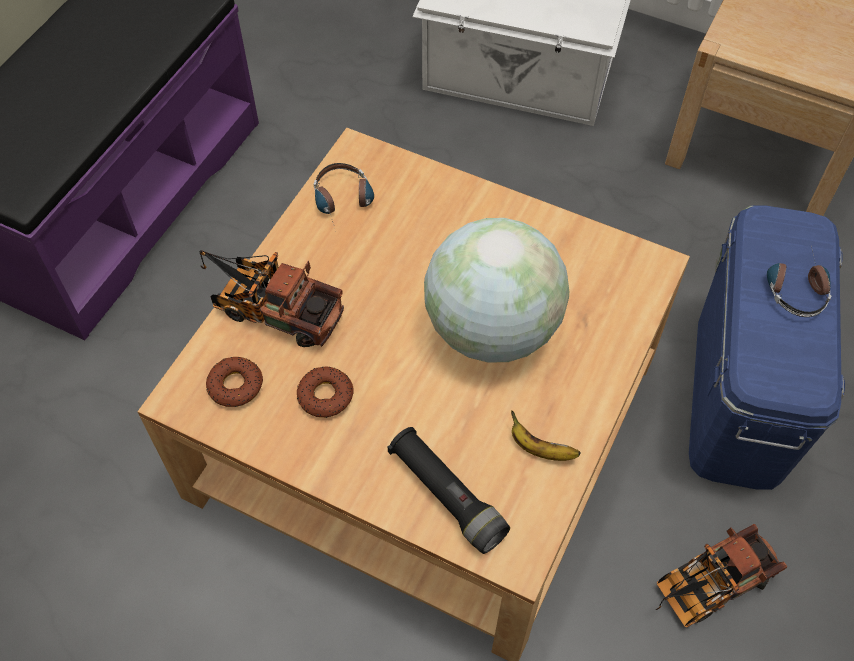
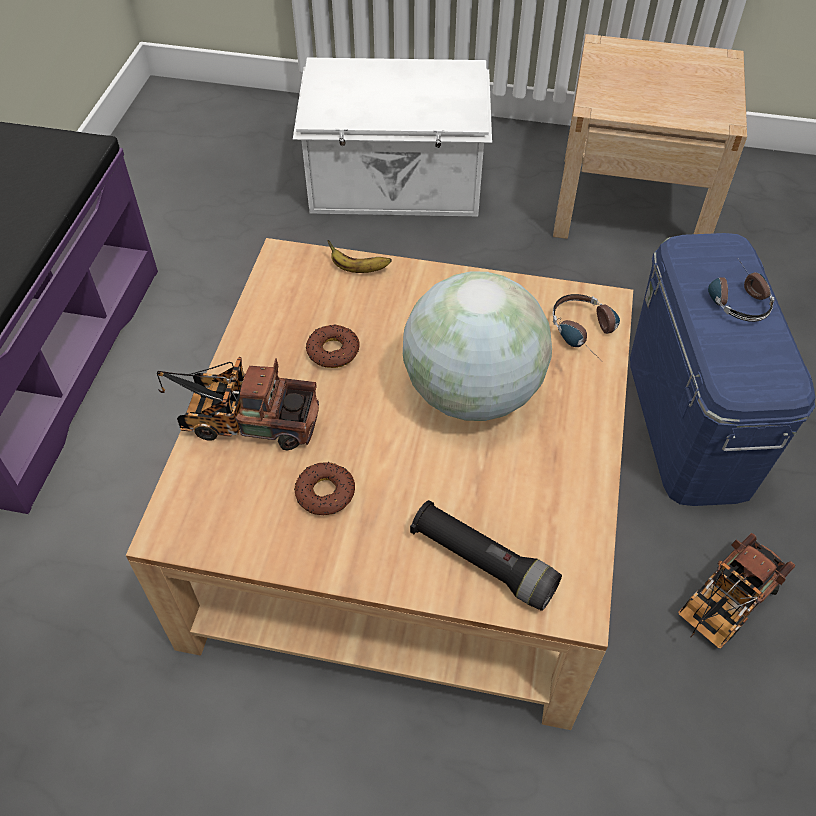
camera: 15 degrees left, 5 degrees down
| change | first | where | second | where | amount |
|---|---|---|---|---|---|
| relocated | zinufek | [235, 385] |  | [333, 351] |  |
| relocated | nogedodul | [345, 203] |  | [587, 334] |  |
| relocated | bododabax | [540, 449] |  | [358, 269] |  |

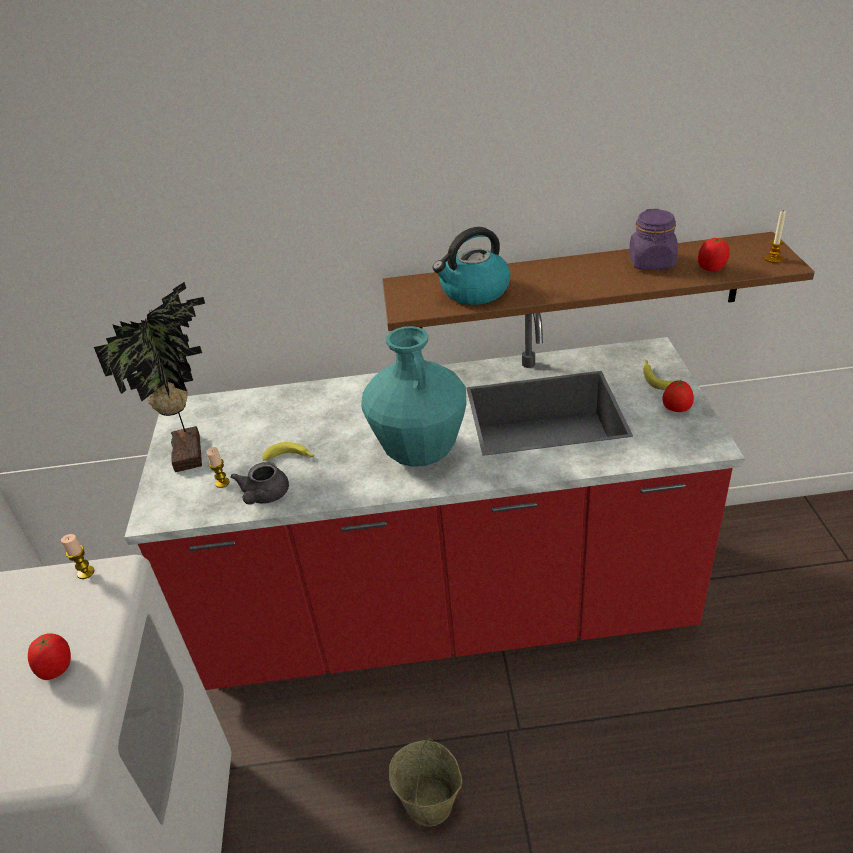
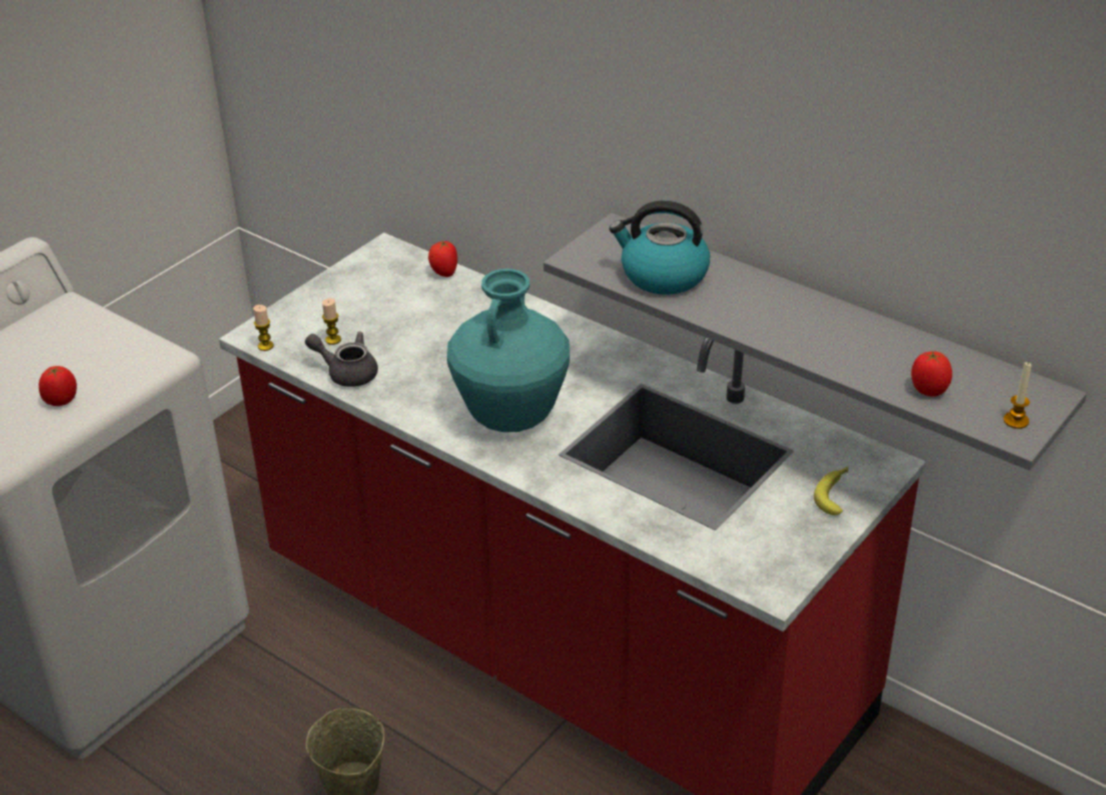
camera: 40 degrees right, 0 degrees up
| change | first | where | second | where | amount |
|---|---|---|---|---|---|
| relocated | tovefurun | [85, 572] |  | [265, 346] |  |
| missing | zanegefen | [191, 452] |  |  |  |
| spun | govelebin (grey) | [264, 496] |  | [347, 372] | 60 degrees clockwise |
| missing | bododabax | [291, 458] |  |  |  |
| colour | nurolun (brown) | [577, 288] | nurolun (grey) | [825, 336] |  |
| missing | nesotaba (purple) | [652, 262] |  |  |  |
| relocated | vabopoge | [676, 410] |  | [444, 273] |  |

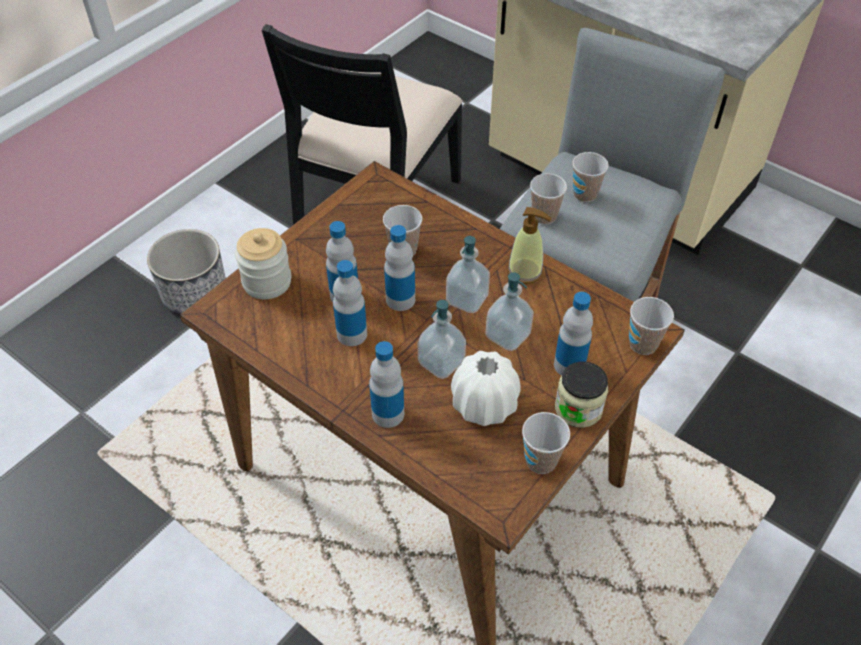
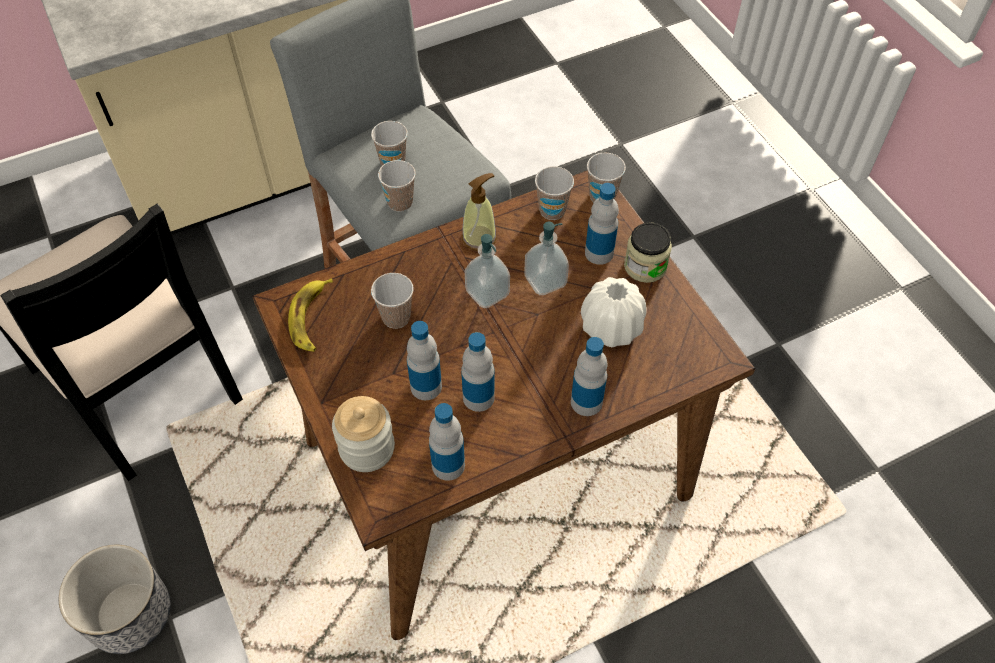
camera: 65 degrees left, 5 degrees up
| change | first | where | second | where | amount |
|---|---|---|---|---|---|
| relocated | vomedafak | [400, 299] |  | [448, 465] |  |
| missing | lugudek | [441, 362] |  |  |  |
| relocated | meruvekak | [541, 460] |  | [552, 210] |  |
| appeared |  |  | bododabax | [311, 318] |  |

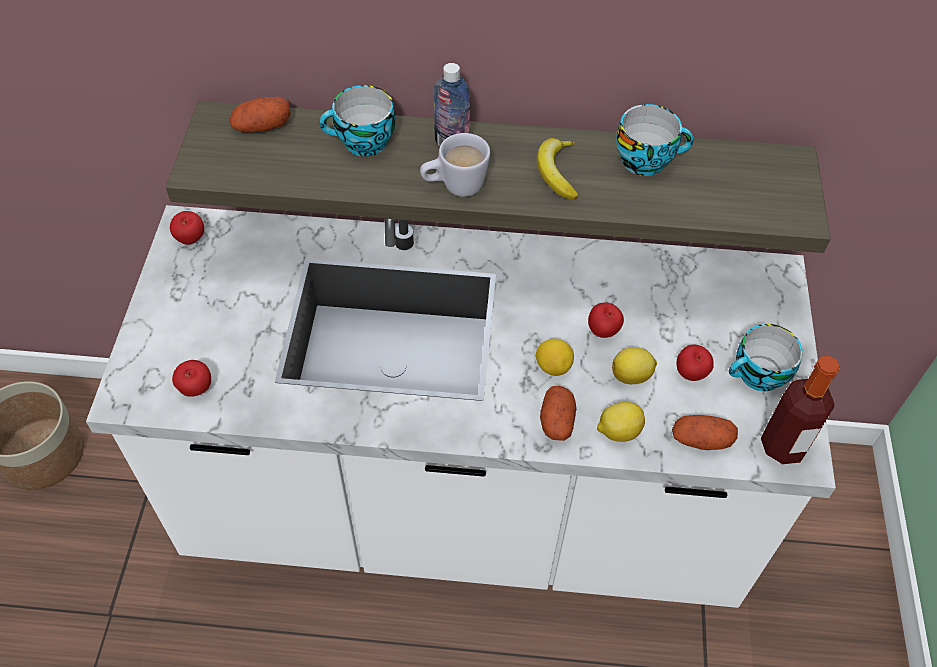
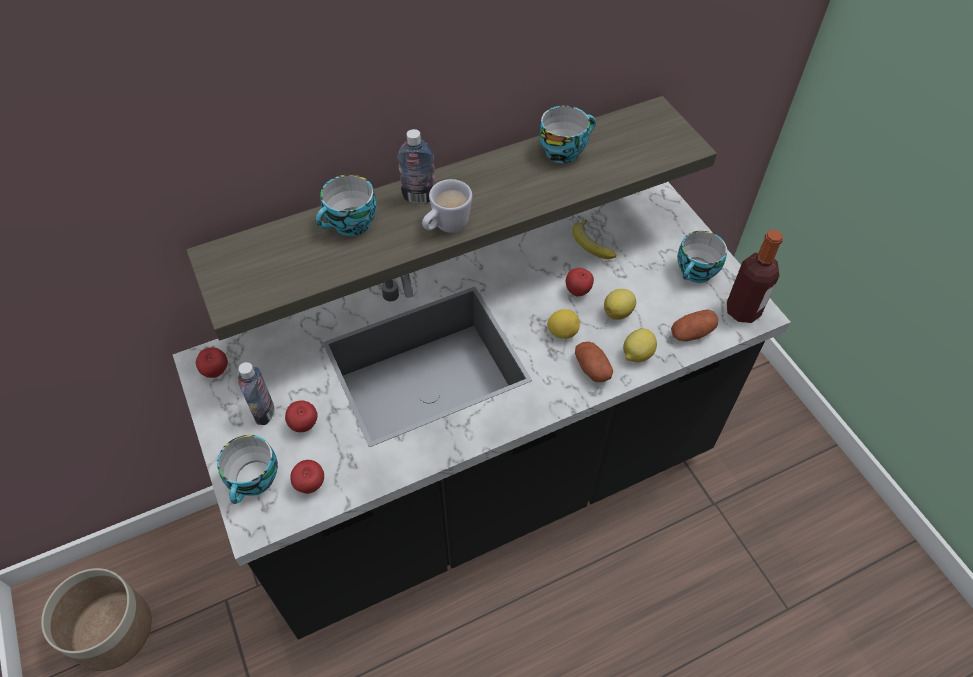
camera: 30 degrees left, 0 degrees up
| change | first | where | second | where | amount |
|---|---|---|---|---|---|
| colour | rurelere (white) | [464, 509] | rurelere (black) | [485, 484] |  |
| missing | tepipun | [262, 127] |  |  |  |
| relocated | bododabax | [557, 172] |  | [590, 245] |  |
| relocated | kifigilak | [690, 374] |  | [304, 425] |  |
| appeared |  |  | meruvekak | [255, 481] |  |
| appeared |  |  | vomedafak | [264, 412] |  |

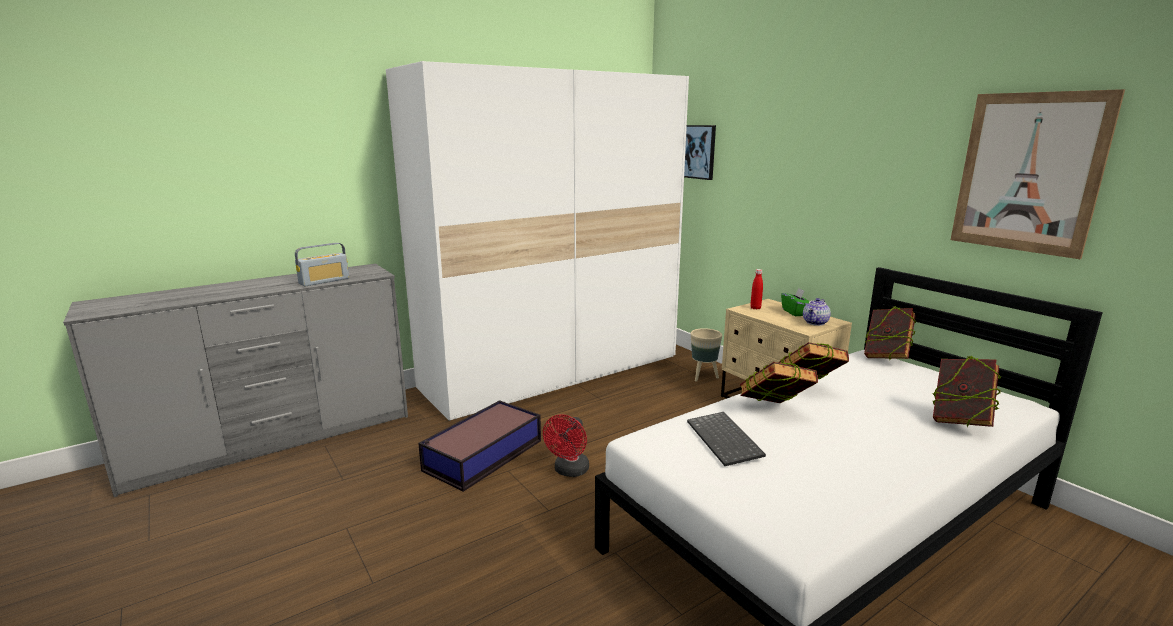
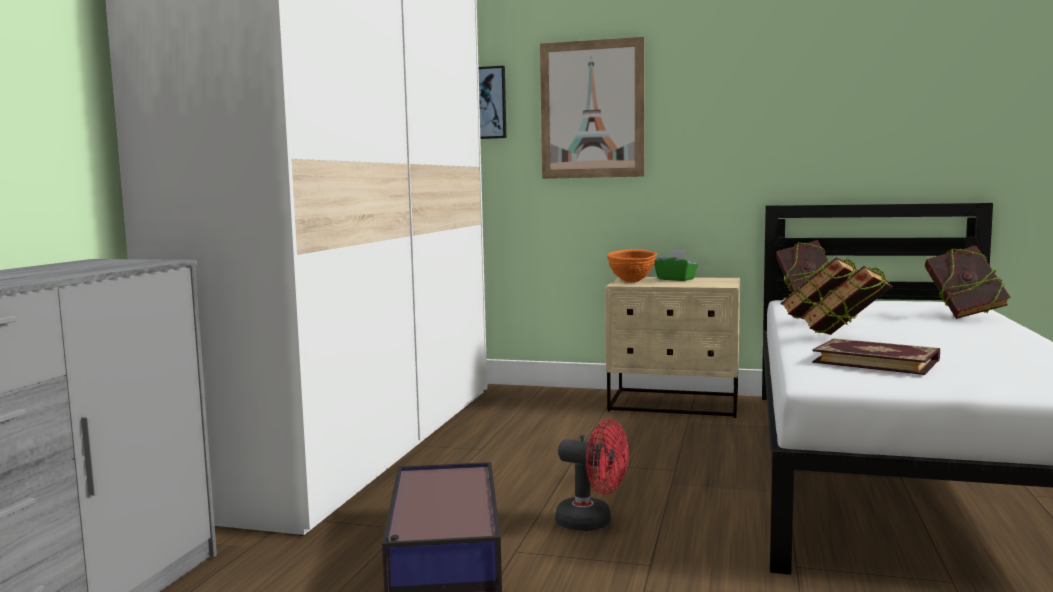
camera: 40 degrees left, 10 degrees down
| change | first | where | second | where | amount |
|---|---|---|---|---|---|
| missing | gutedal | [324, 281] |  |  |  |
| spun | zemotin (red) | [569, 471] |  | [592, 522] | 45 degrees counterclockwise |
| exchanged | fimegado | [726, 440] | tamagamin | [876, 361] |  |
| missing | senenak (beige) | [703, 377] |  |  |  |
| exchanged | vomedafak (red) | [755, 308] | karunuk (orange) | [631, 282] |  |
| missing | govelebin | [815, 323] |  |  |  |
| relocated | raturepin | [1028, 173] |  | [592, 109] |  |

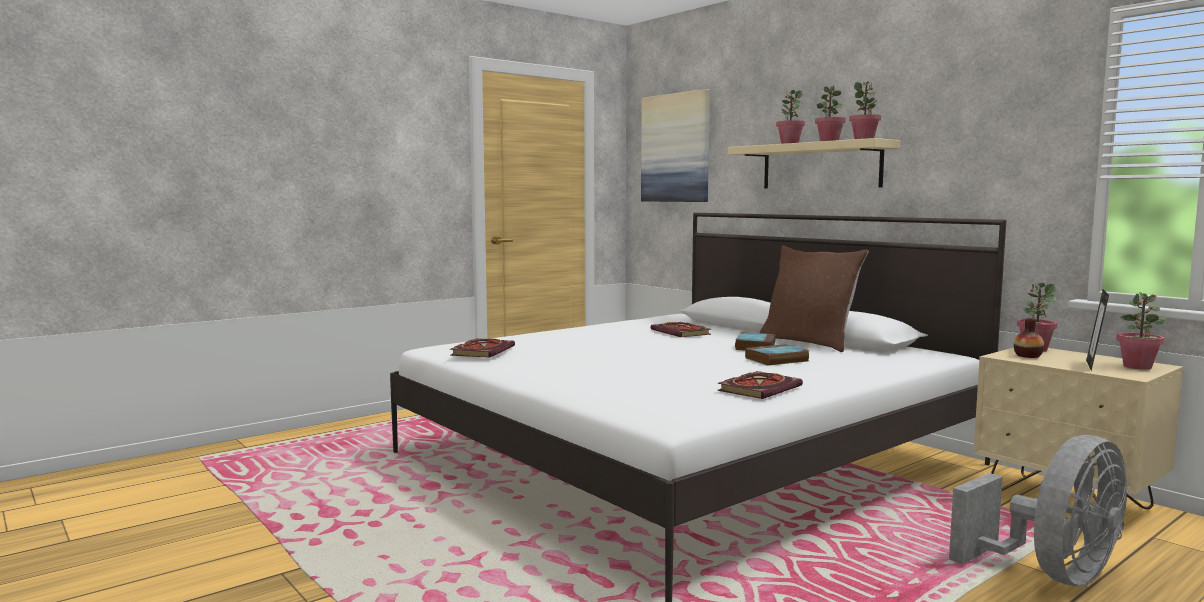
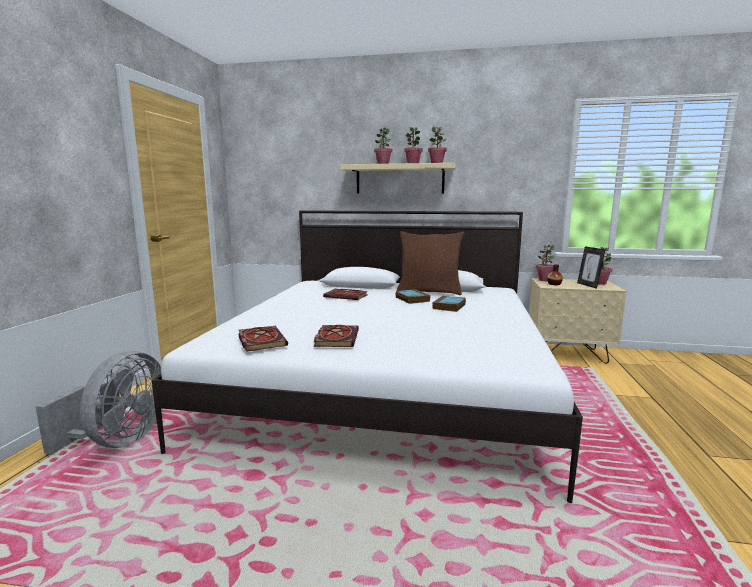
camera: 40 degrees left, 5 degrees up
| change | first | where | second | where | amount |
|---|---|---|---|---|---|
| missing | raturepin | [676, 148] |  |  |  |
| relocated | tamagamin | [759, 388] |  | [336, 338] |  |
| relocated | zemotin (grey) | [1052, 575] |  | [119, 441] |  |

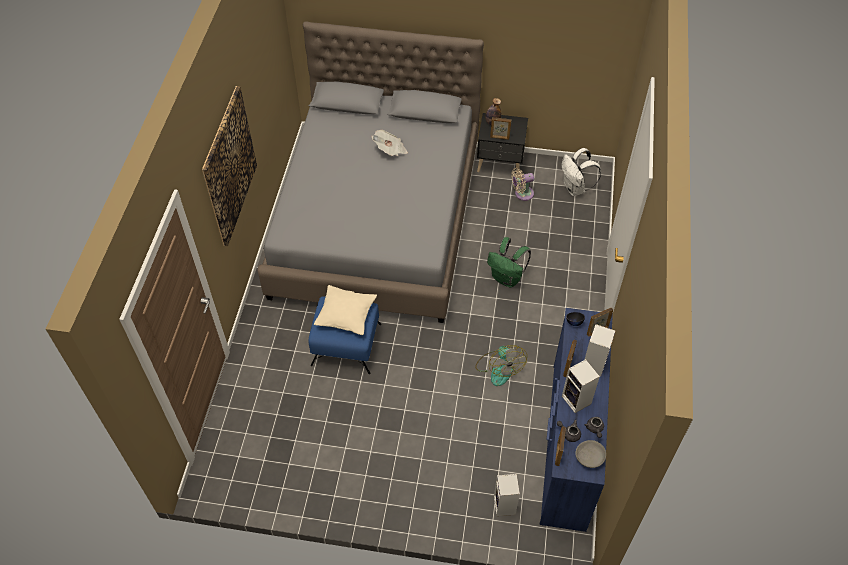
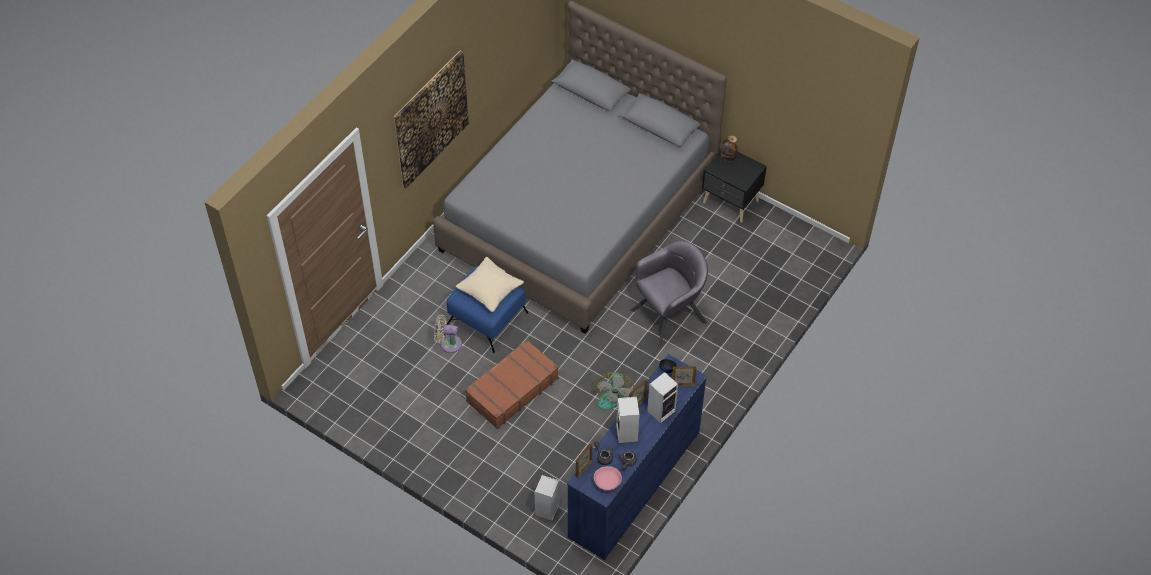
camera: 25 degrees right, 0 degrees up
| change | first | where | second | where | amount |
|---|---|---|---|---|---|
| missing | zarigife | [390, 150] |  |  |  |
| exchanged | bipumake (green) | [507, 278] | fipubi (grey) | [669, 316] |  |
| missing | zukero | [499, 138] |  |  |  |
| relocated | zemotin (beige) | [522, 194] |  | [448, 343] |  |
| missing | bipumake (white) | [575, 188] |  |  |  |
| colour | karunuk (grey) | [589, 458] | karunuk (pink) | [607, 483] |  |
| appeared |  |  | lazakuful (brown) | [511, 389] |  |

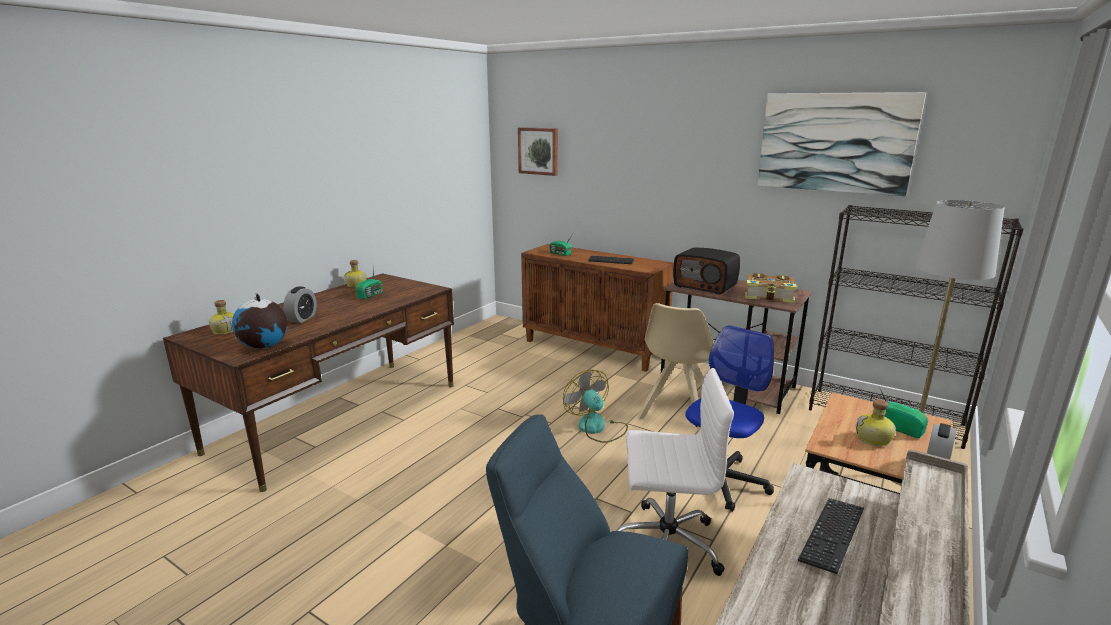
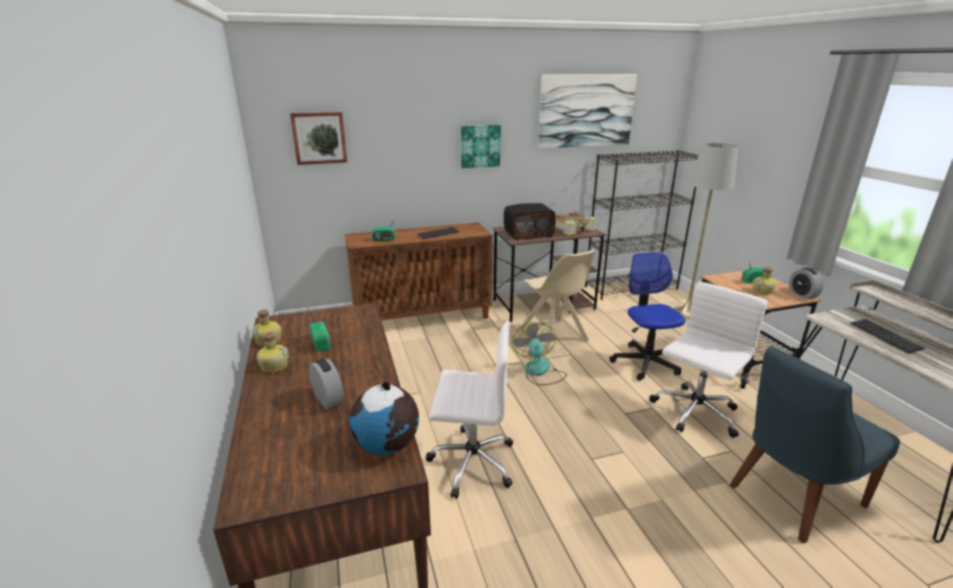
camera: 50 degrees left, 5 degrees up
| change | first | where | second | where | amount |
|---|---|---|---|---|---|
| relocated | vomedafak | [226, 330] |  | [274, 365] |  |
| spun | zemotin | [597, 428] |  | [539, 372] | 75 degrees clockwise |
| appeared |  |  | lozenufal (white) | [471, 462] |  |
| appeared |  |  | raturepin | [480, 146] |  |

